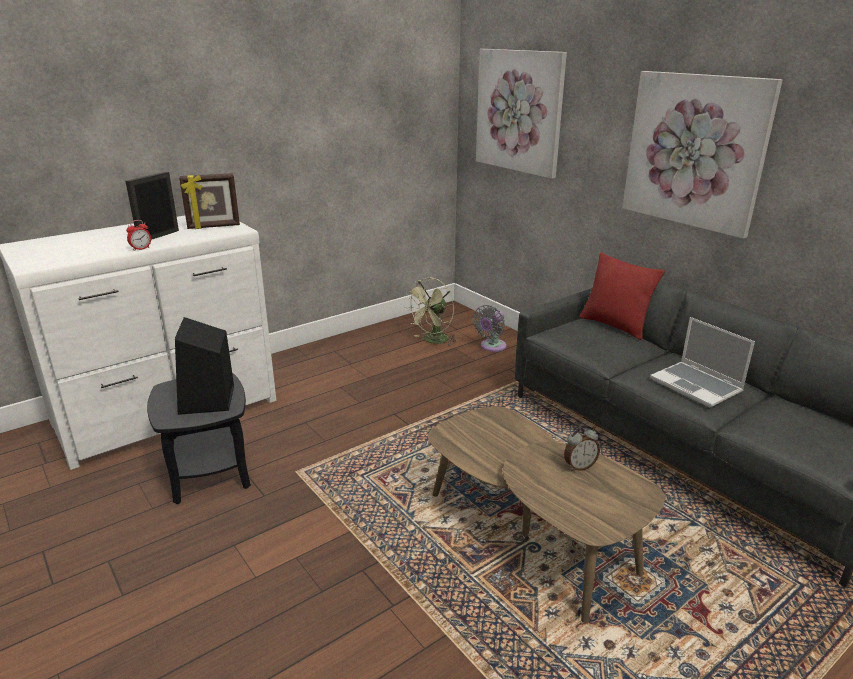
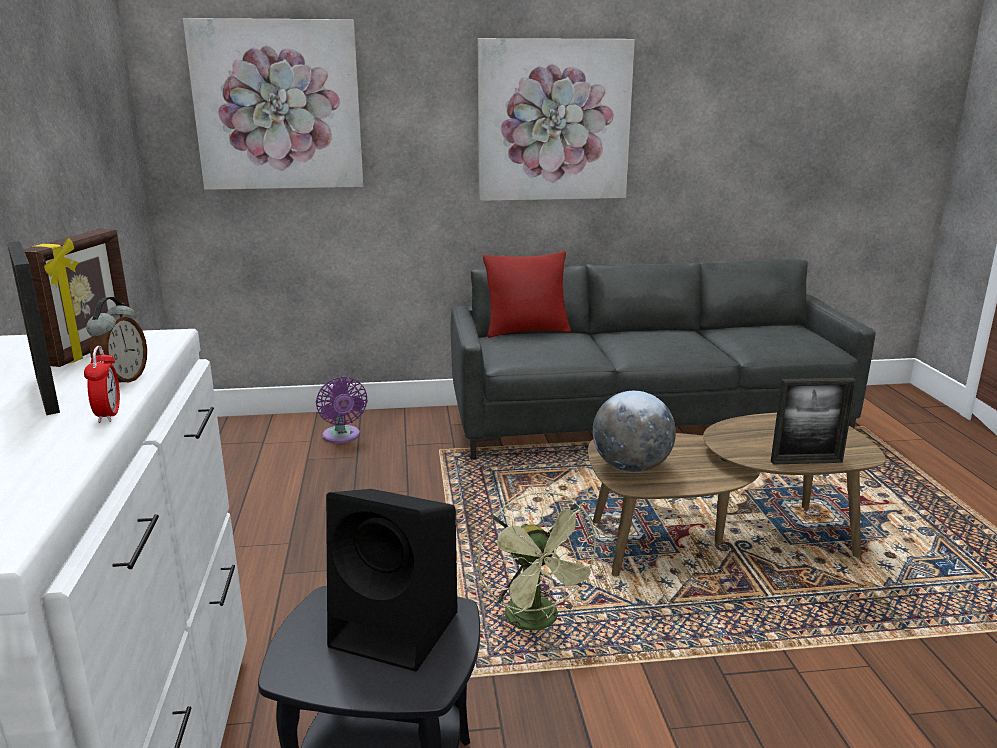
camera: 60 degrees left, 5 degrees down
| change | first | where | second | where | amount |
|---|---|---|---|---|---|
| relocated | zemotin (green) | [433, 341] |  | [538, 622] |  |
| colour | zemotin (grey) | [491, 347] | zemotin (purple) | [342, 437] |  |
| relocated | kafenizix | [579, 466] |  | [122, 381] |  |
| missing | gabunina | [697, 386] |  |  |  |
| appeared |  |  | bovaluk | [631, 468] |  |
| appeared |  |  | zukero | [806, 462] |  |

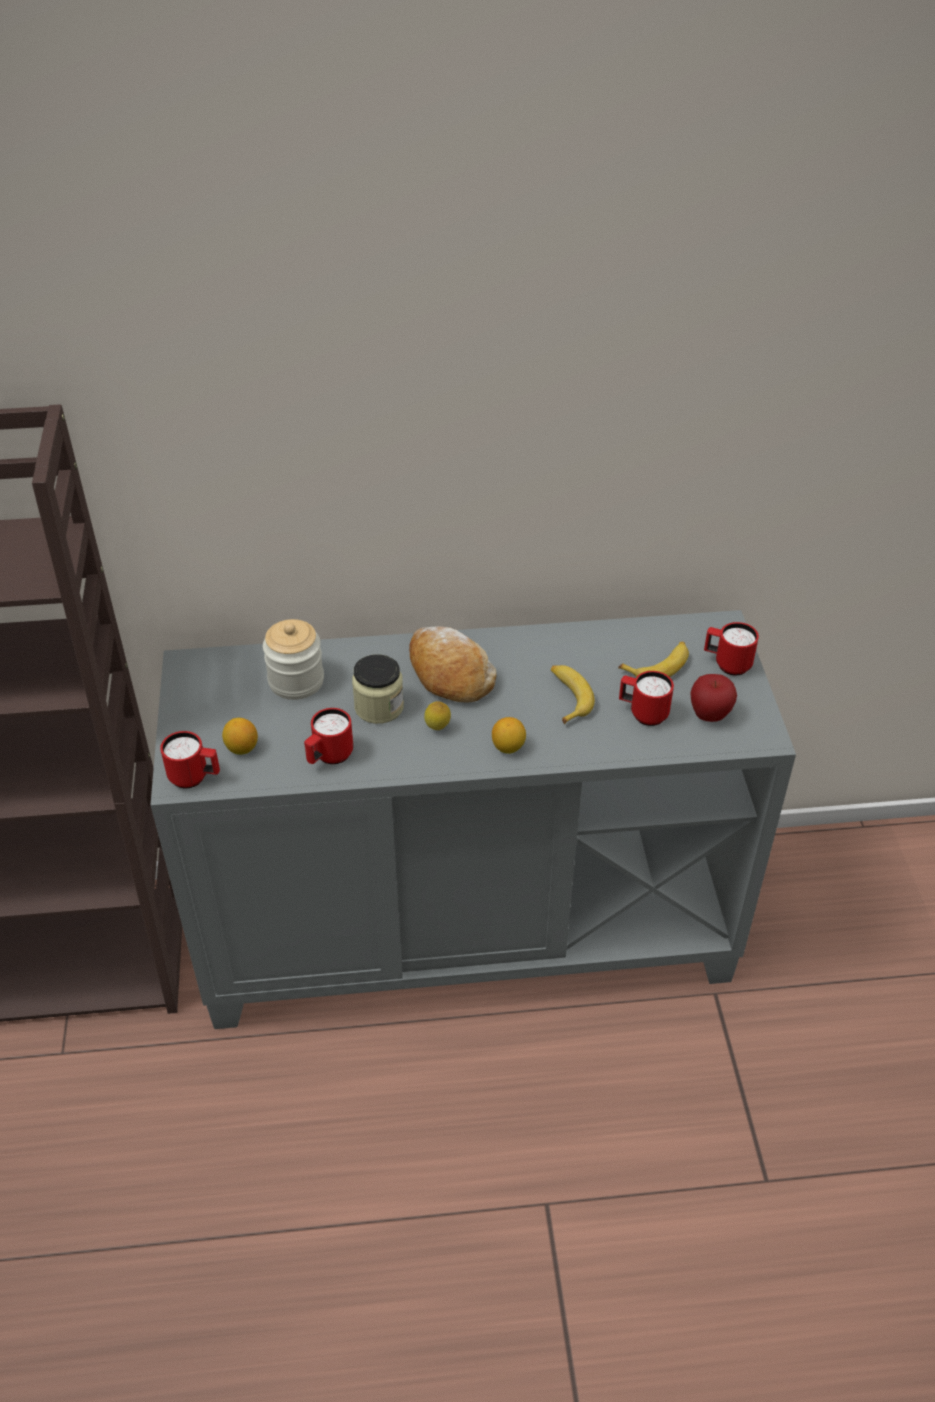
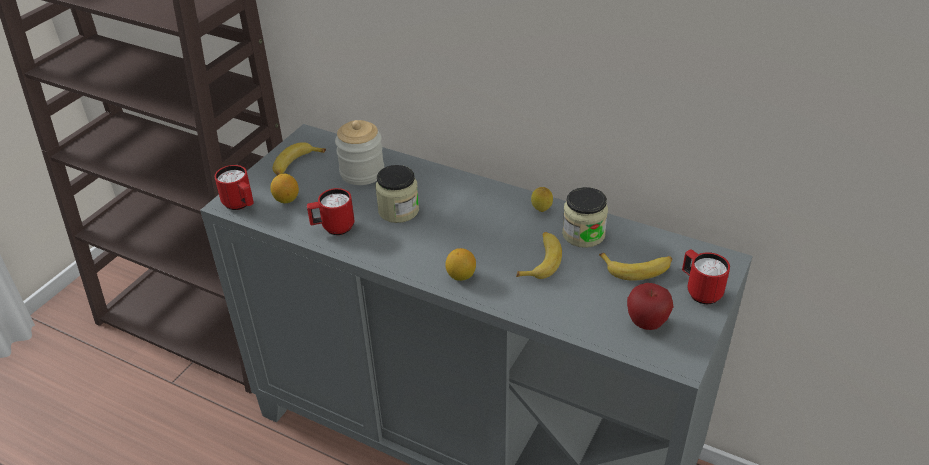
camera: 35 degrees right, 5 degrees down
| change | first | where | second | where | amount |
|---|---|---|---|---|---|
| missing | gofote | [449, 674] |  |  |  |
| relocated | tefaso | [437, 728] |  | [541, 211] |  |
| missing | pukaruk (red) | [643, 713] |  |  |  |
| appeared |  |  | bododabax | [296, 165] |  |
| appeared |  |  | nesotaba | [583, 234] |  |

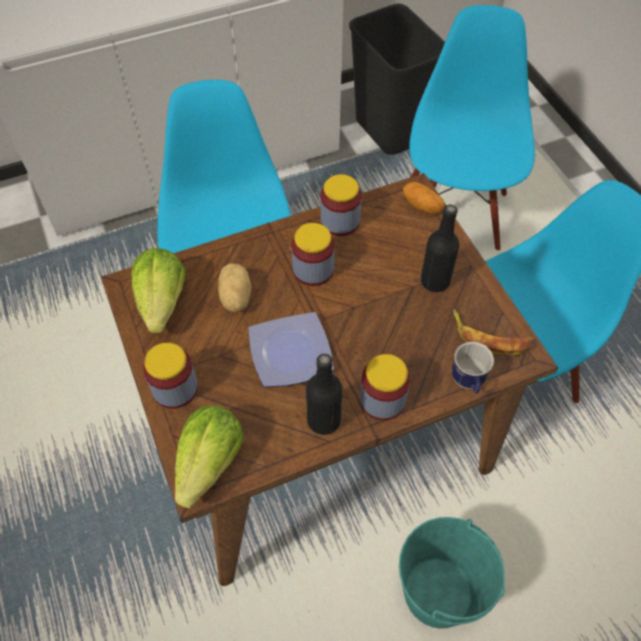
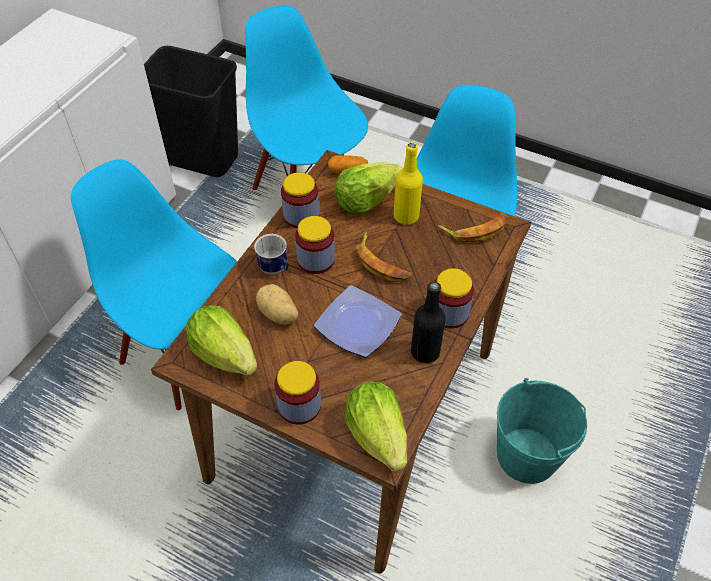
camera: 40 degrees left, 5 degrees down
| change | first | where | second | where | amount |
|---|---|---|---|---|---|
| colour | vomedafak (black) | [435, 281] | vomedafak (yellow) | [406, 216] |  |
| relocated | pukaruk | [468, 382] |  | [276, 269] |  |
| appeared |  |  | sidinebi | [365, 200] |  |
| appeared |  |  | bododabax | [381, 263] |  |

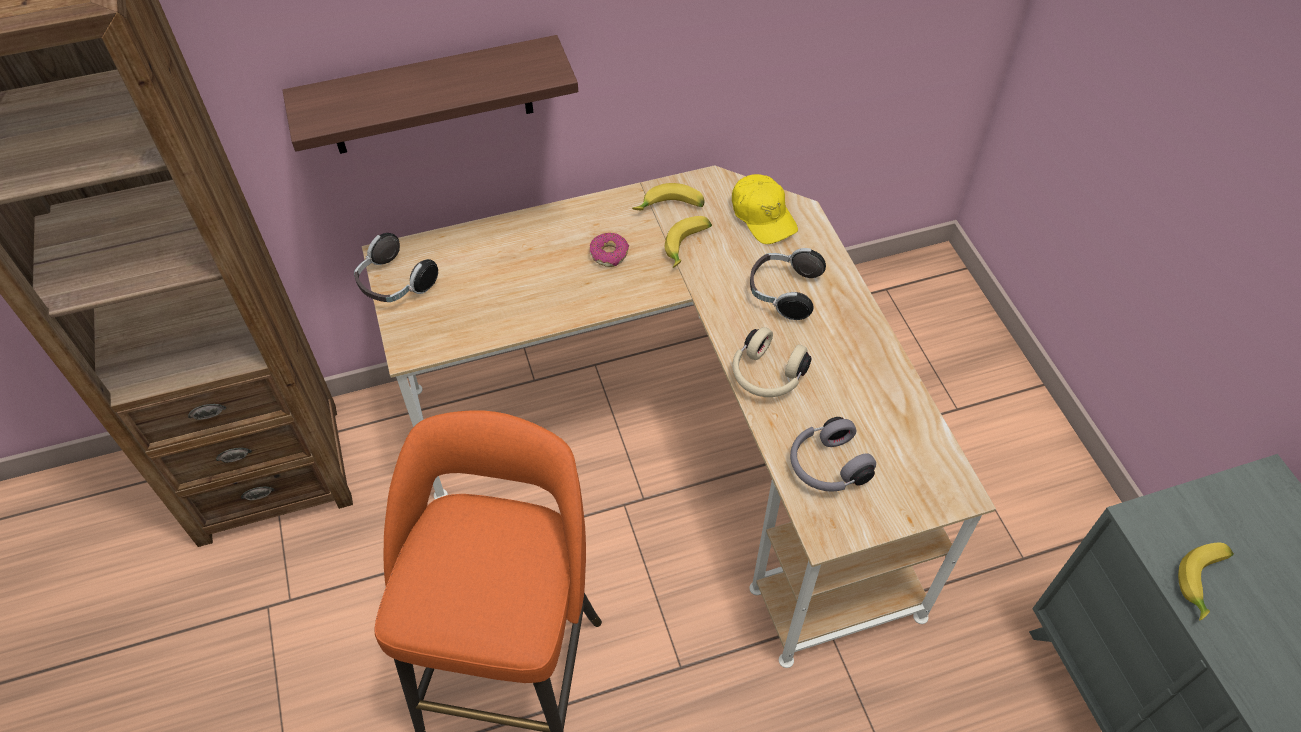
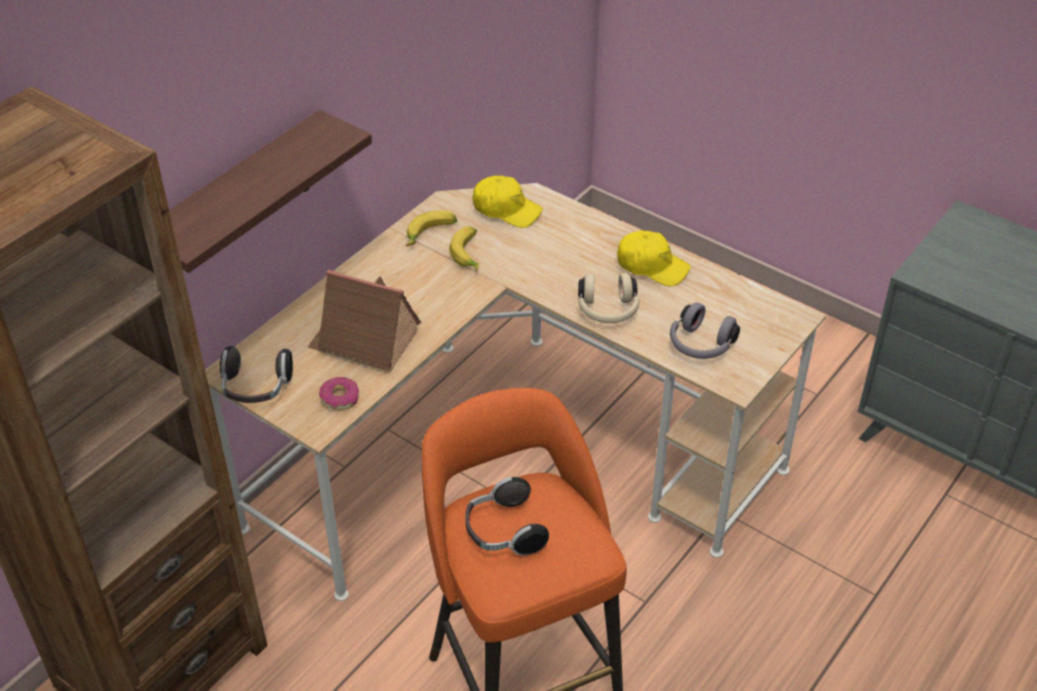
camera: 35 degrees left, 10 degrees down
| change | first | where | second | where | amount |
|---|---|---|---|---|---|
| relocated | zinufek | [609, 254] |  | [340, 398] |  |
| relocated | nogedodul | [783, 292] |  | [503, 532] |  |
| missing | bododabax | [1204, 583] |  |  |  |
| appeared |  |  | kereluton | [365, 340] |  |
| appeared |  |  | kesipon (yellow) | [652, 266] |  |

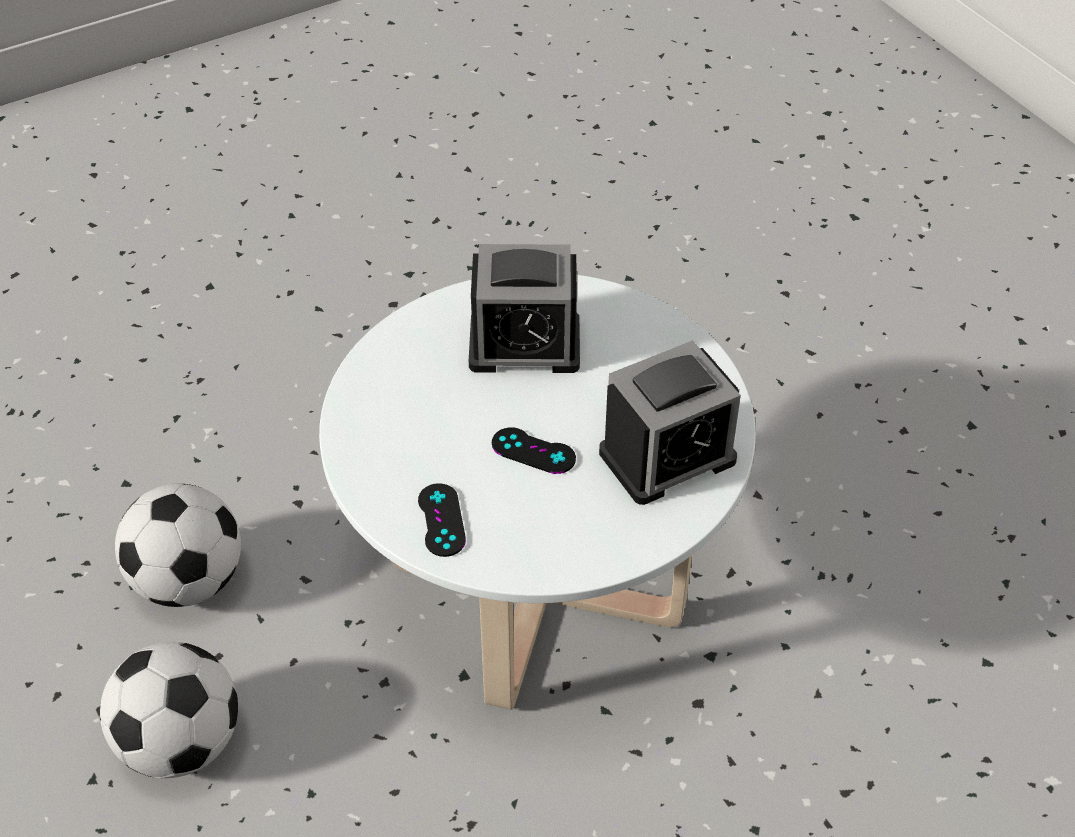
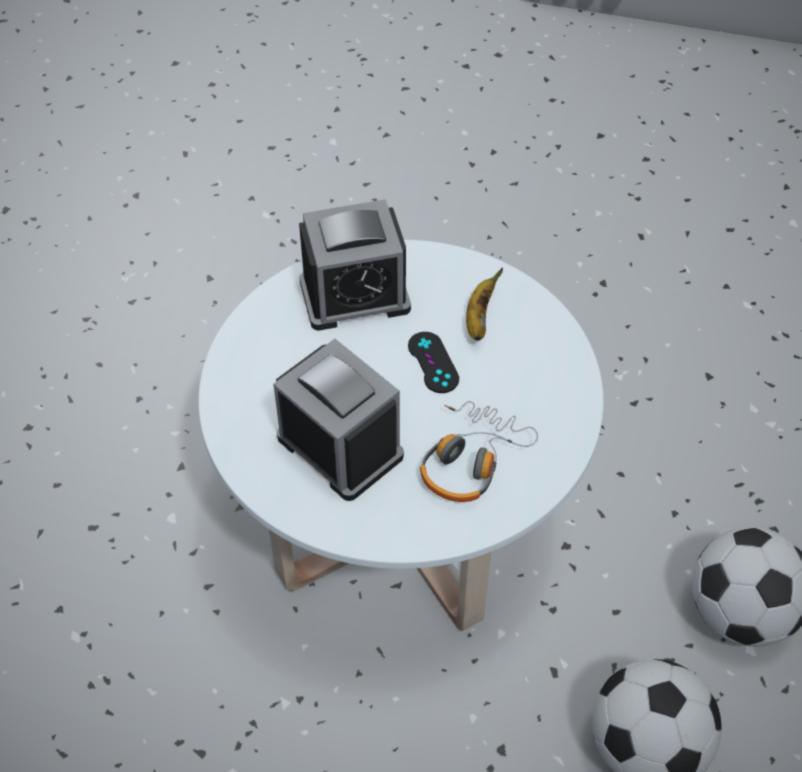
camera: 135 degrees left, 5 degrees up
| change | first | where | second | where | amount |
|---|---|---|---|---|---|
| missing | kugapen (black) | [441, 520] |  |  |  |
| spun | kafenizix | [667, 456] |  | [355, 295] | 150 degrees clockwise |
| appeared |  |  | nogedodul | [470, 460] |  |
| appeared |  |  | bododabax | [479, 318] |  |

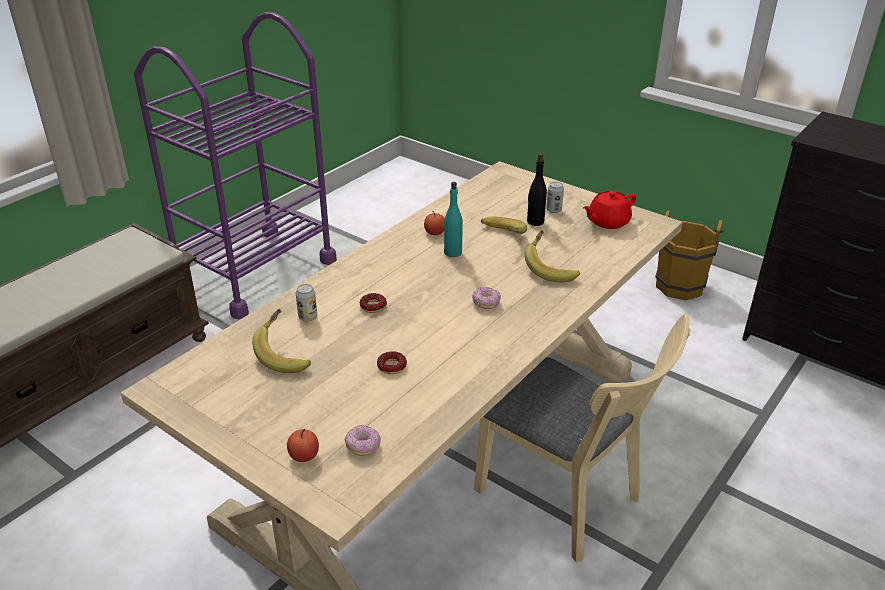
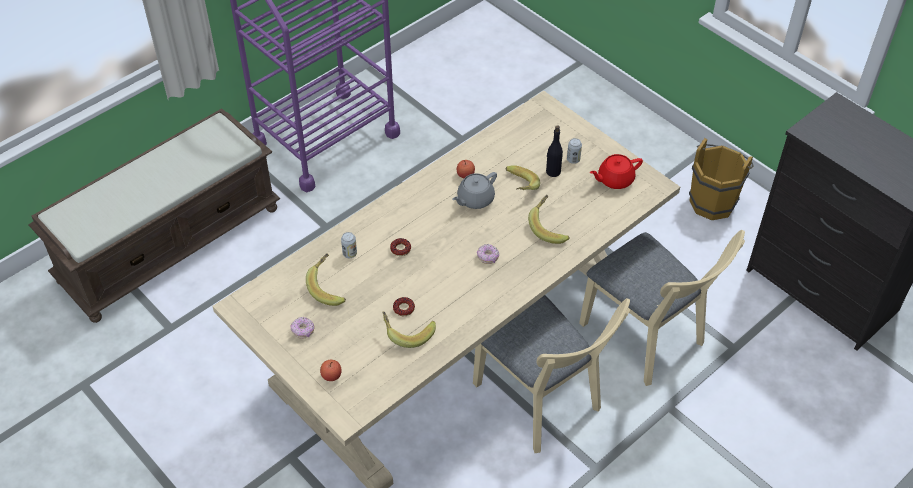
camera: 10 degrees right, 15 degrees up
| change | first | where | second | where | amount |
|---|---|---|---|---|---|
| relocated | zinufek | [363, 446] |  | [303, 331] |  |
| exchanged | vomedafak (turquoise) | [452, 252] | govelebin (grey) | [475, 199] |  |
| appeared |  |  | bododabax | [408, 332] |  |
| appeared |  |  | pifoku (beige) | [648, 339] |  |

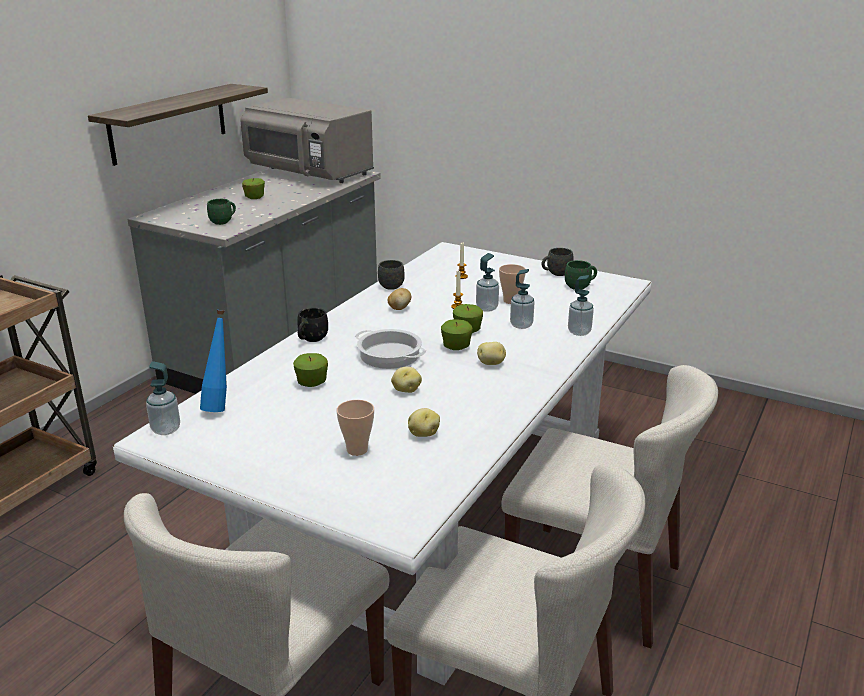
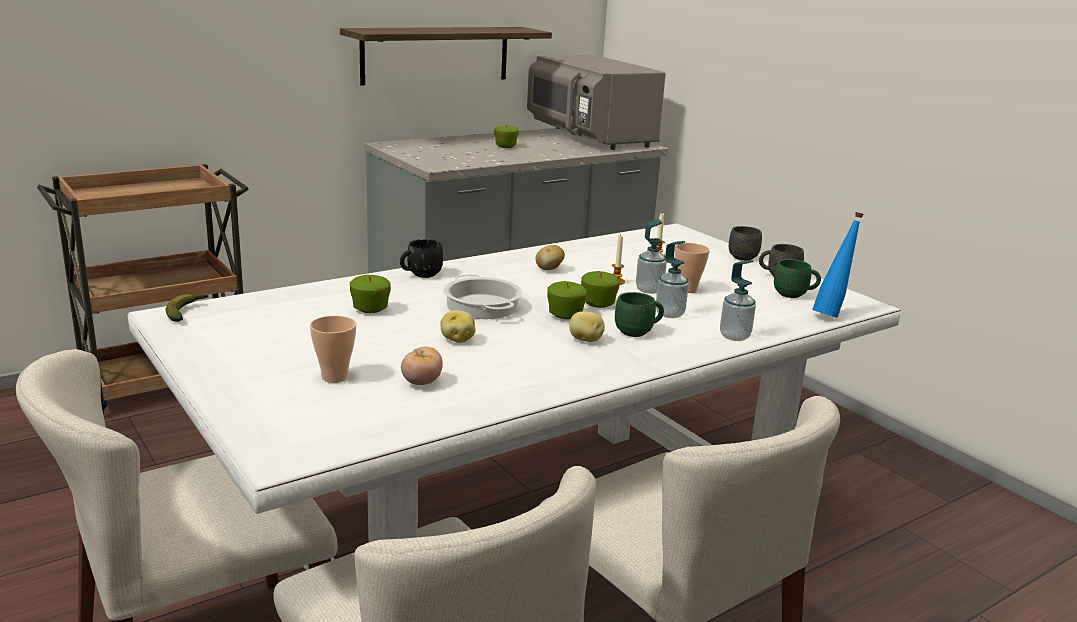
camera: 25 degrees right, 5 degrees down
| change | first | where | second | where | amount |
|---|---|---|---|---|---|
| exchanged | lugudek | [166, 429] | bododabax | [186, 312] |  |
| relocated | vomedafak (blue) | [220, 406] |  | [831, 314] |  |
| relocated | pukaruk (green) | [223, 221] |  | [638, 331] |  |
| relocated | pukaruk (grey) | [391, 285] |  | [744, 256] |  |
| exchanged | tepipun | [423, 434] | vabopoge | [421, 382] |  |

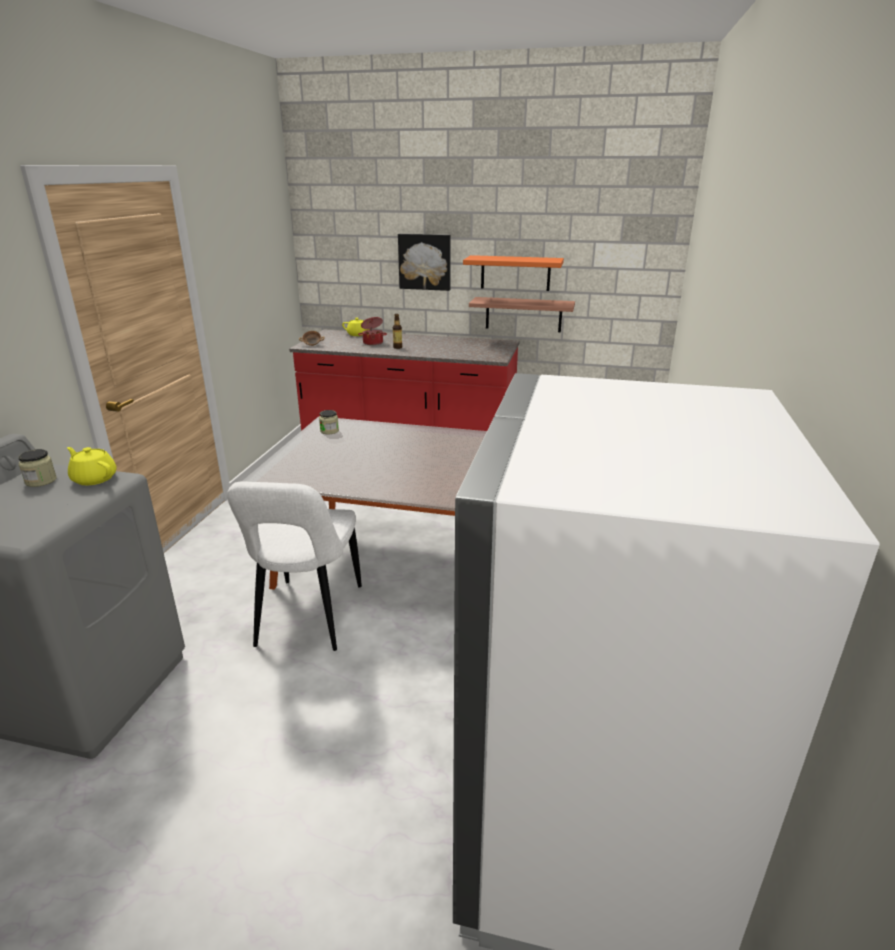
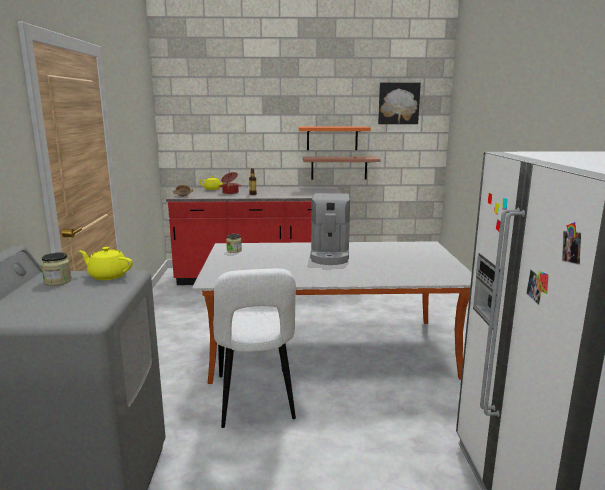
camera: 15 degrees left, 10 degrees down
| change | first | where | second | where | amount |
|---|---|---|---|---|---|
| relocated | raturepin | [425, 261] |  | [398, 103] |  |
| appeared |  |  | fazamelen | [330, 255] |  |

